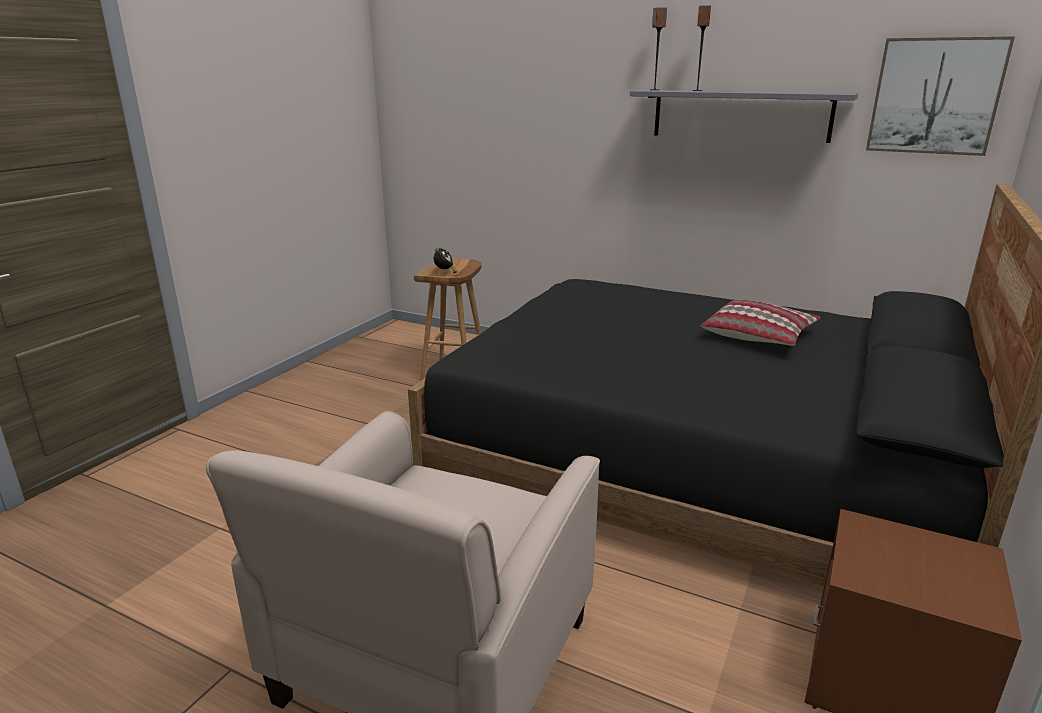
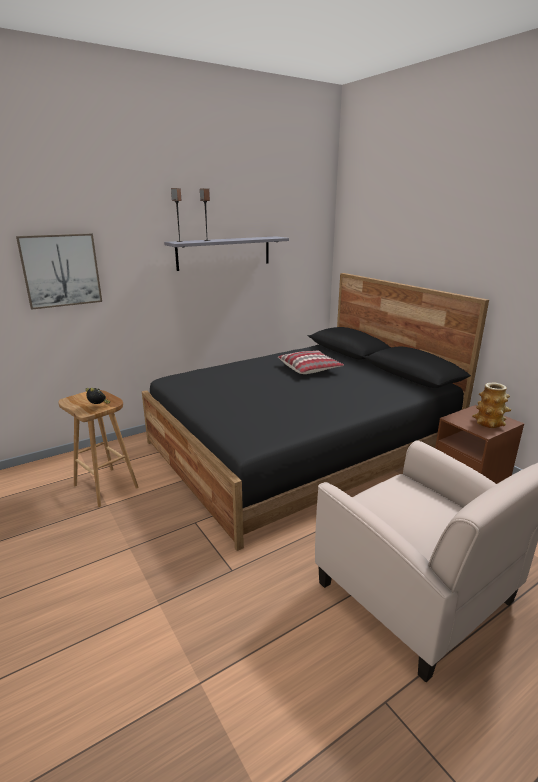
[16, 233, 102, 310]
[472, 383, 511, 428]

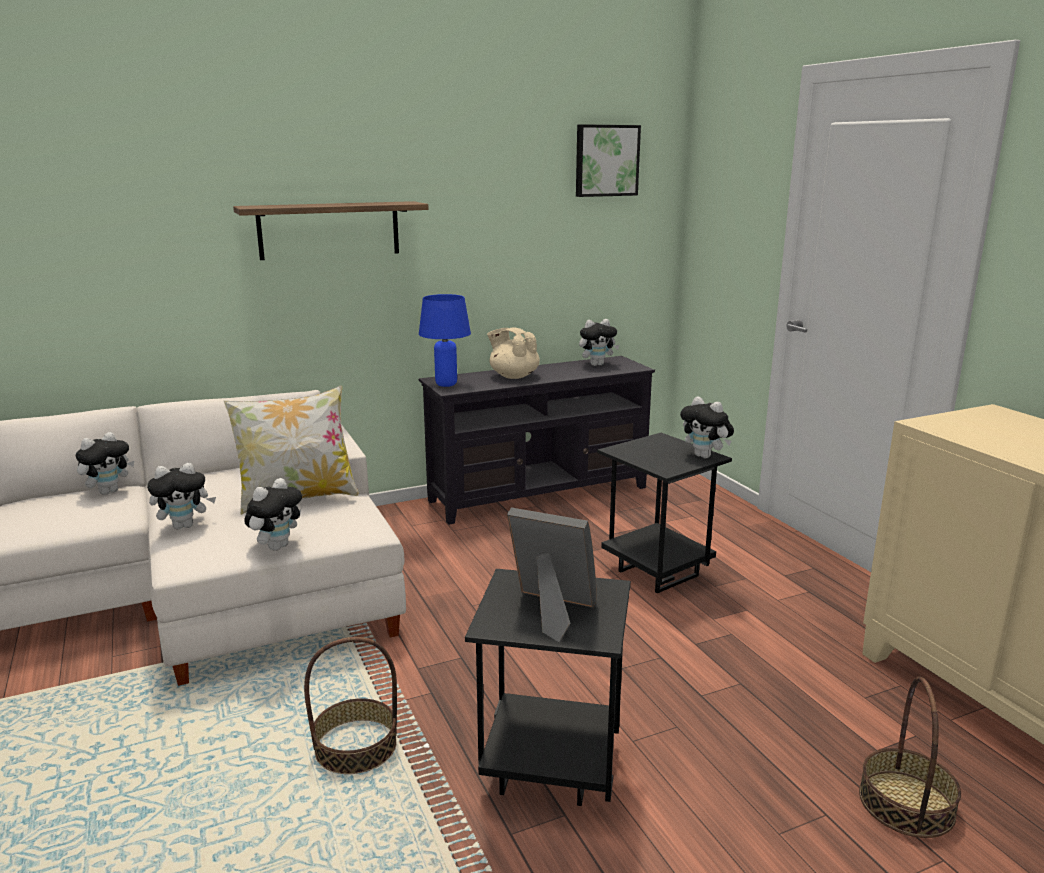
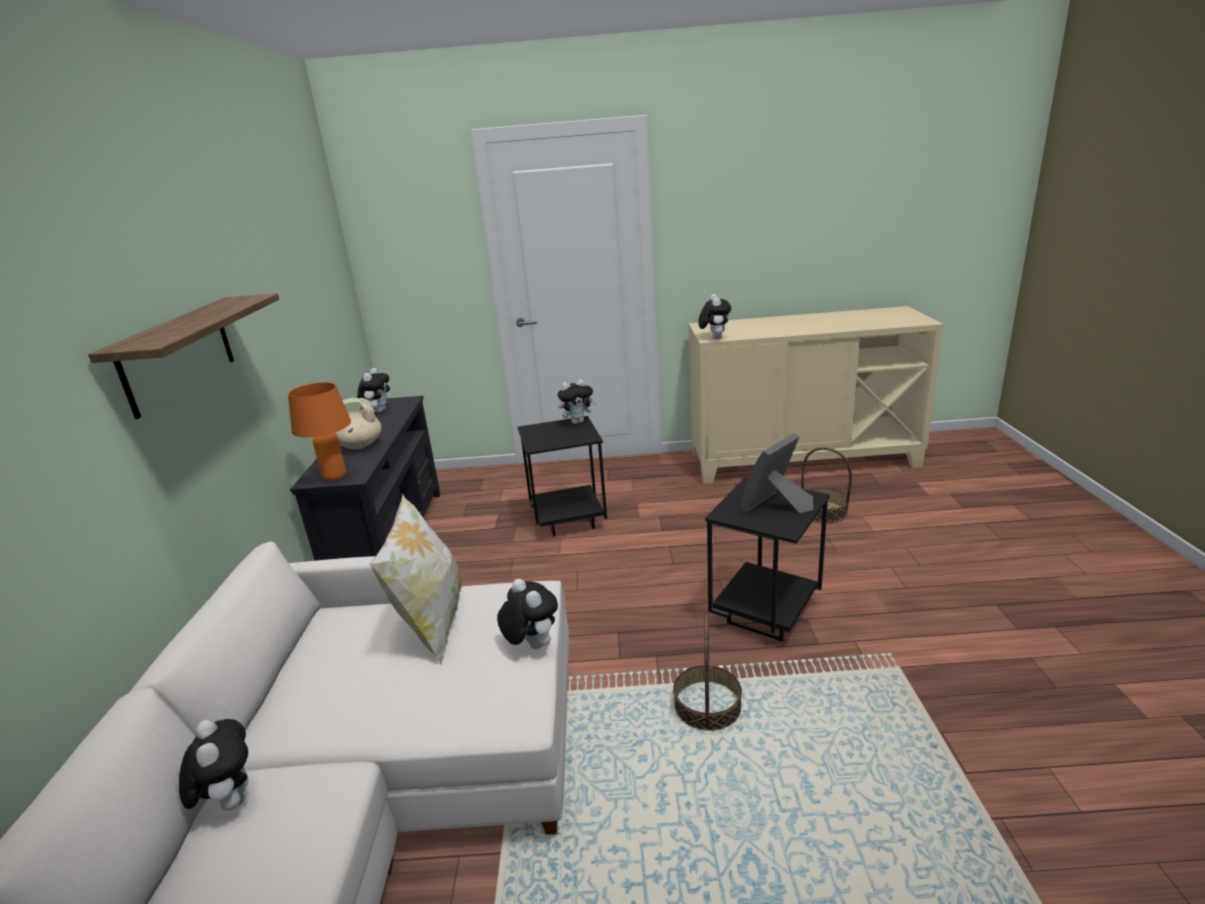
[698, 294, 731, 339]
[288, 382, 351, 481]
[576, 124, 641, 197] (first image)

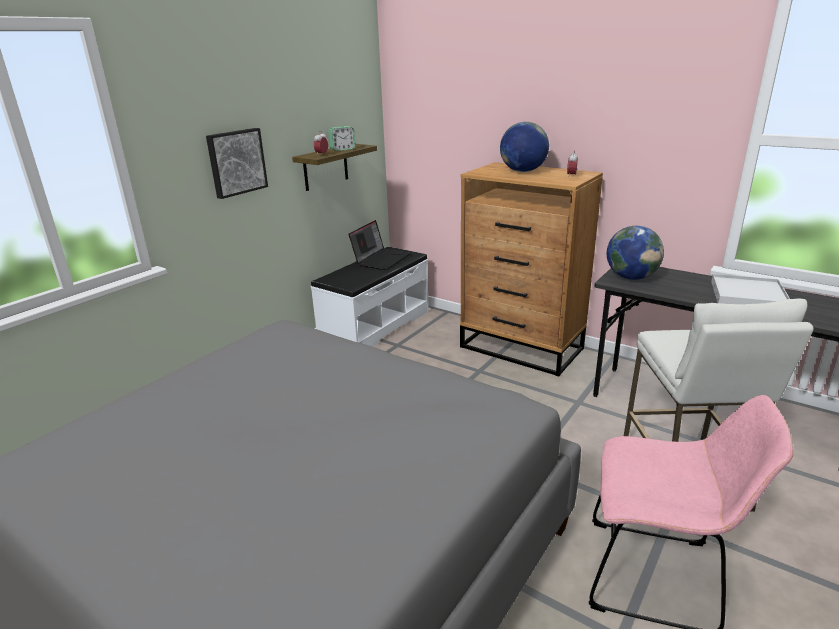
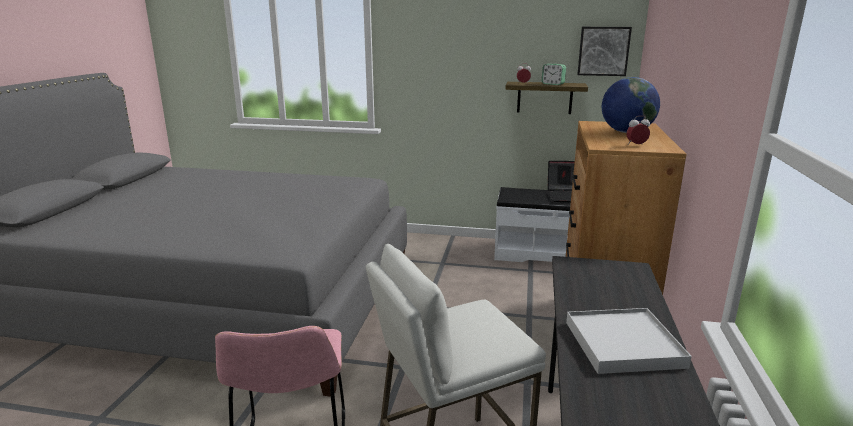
[577, 27, 632, 76]
[607, 226, 664, 280] (first image)

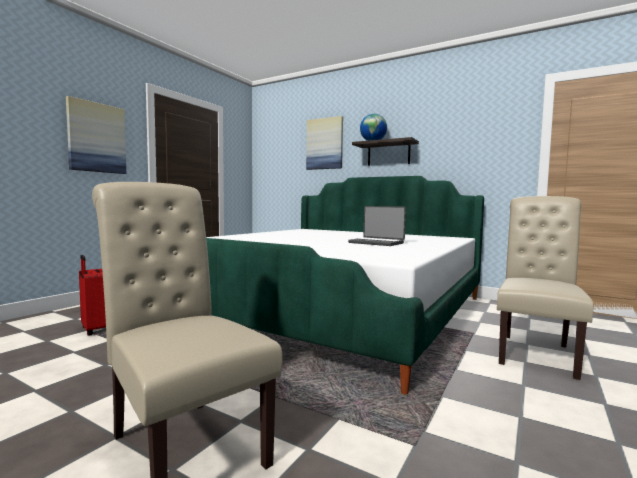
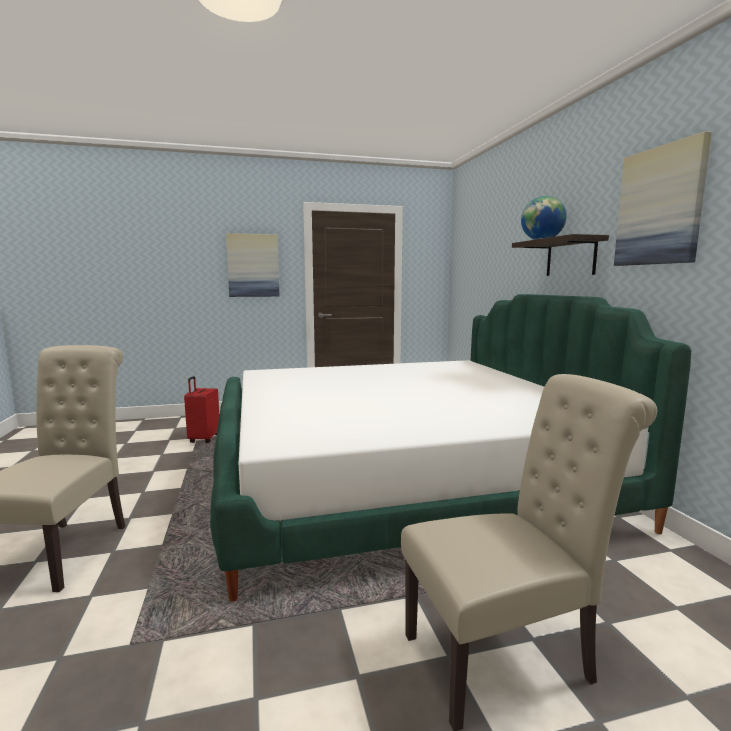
[614, 131, 712, 266]
[348, 206, 406, 246] (first image)

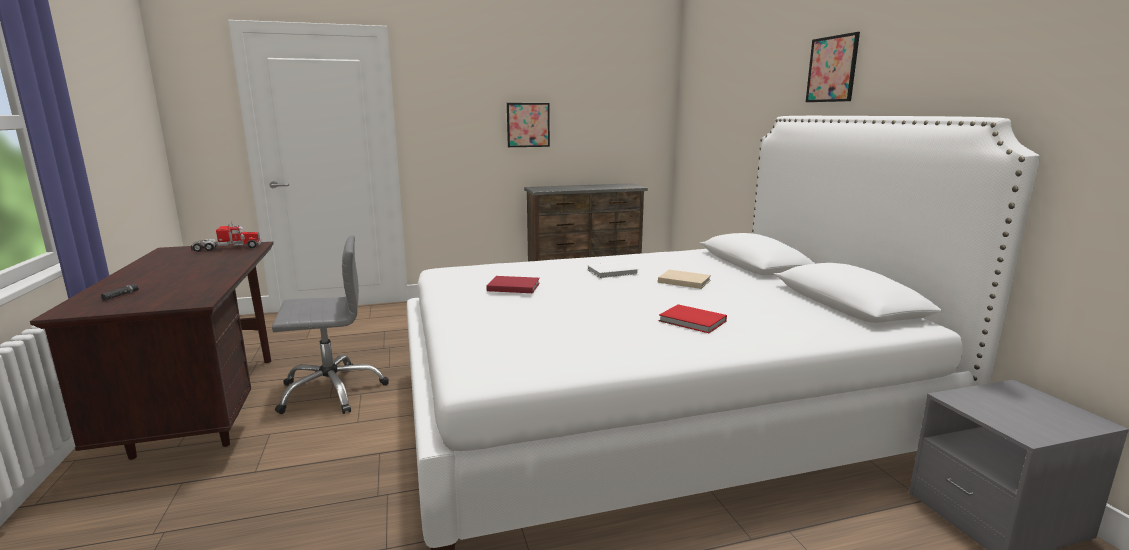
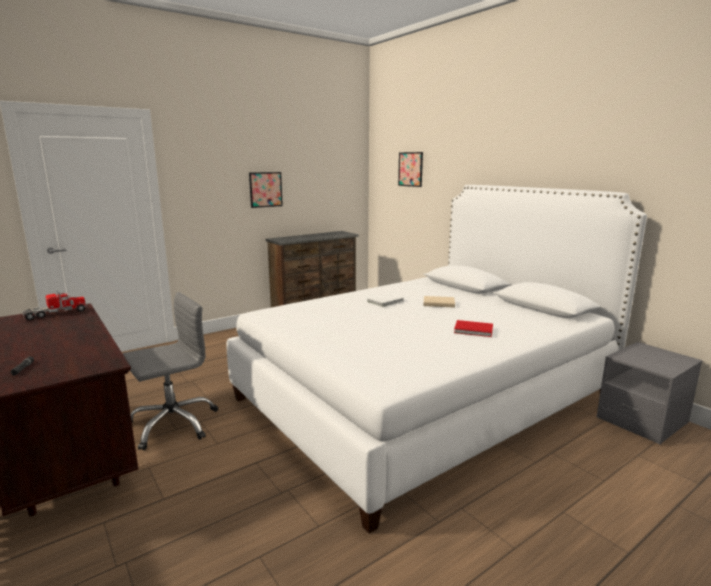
[486, 276, 540, 293] (first image)
[398, 152, 423, 187]

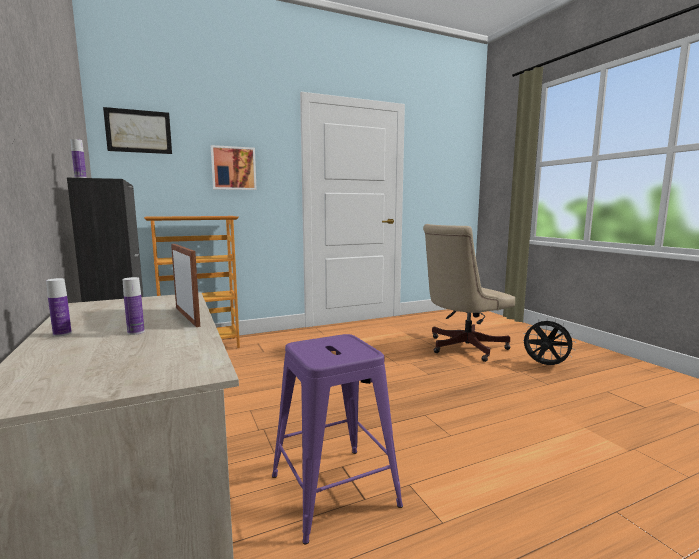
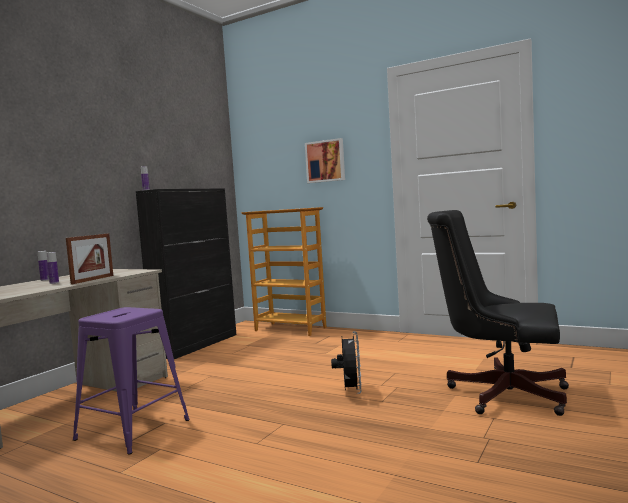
[103, 107, 172, 154] (first image)
[427, 210, 569, 416]
[331, 331, 362, 394]

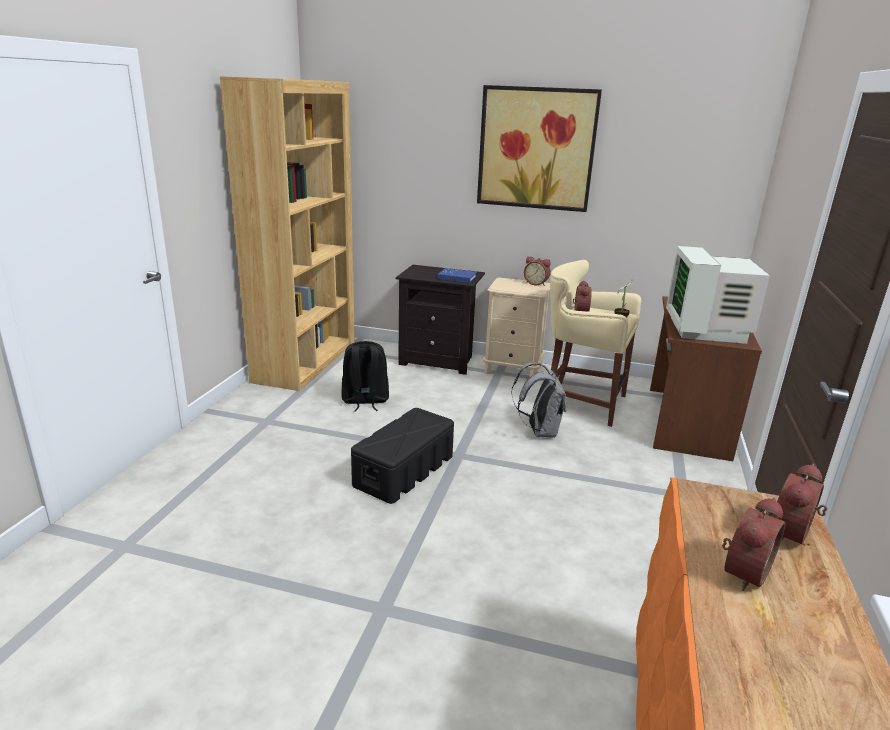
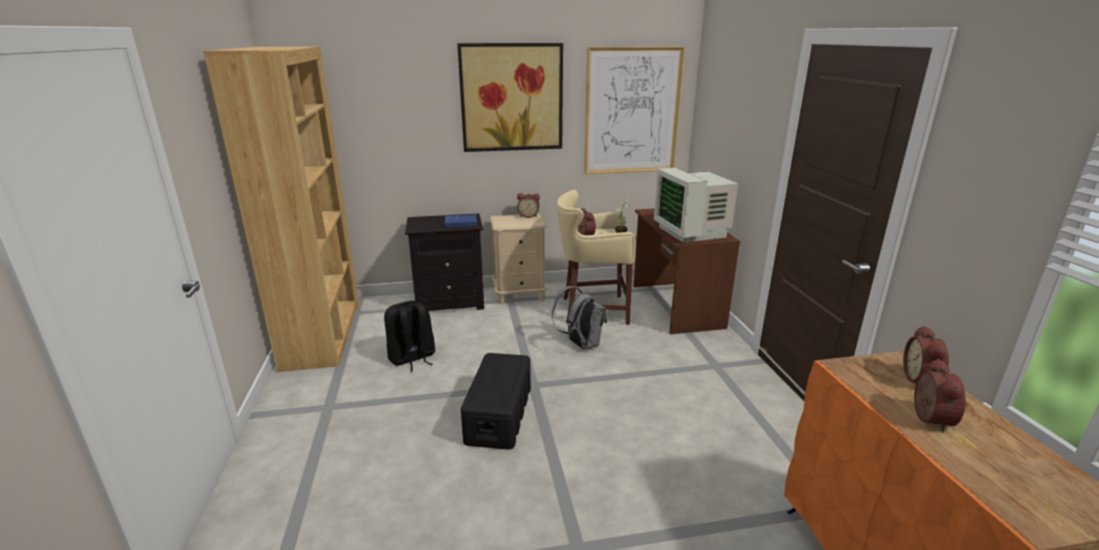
[584, 47, 685, 174]

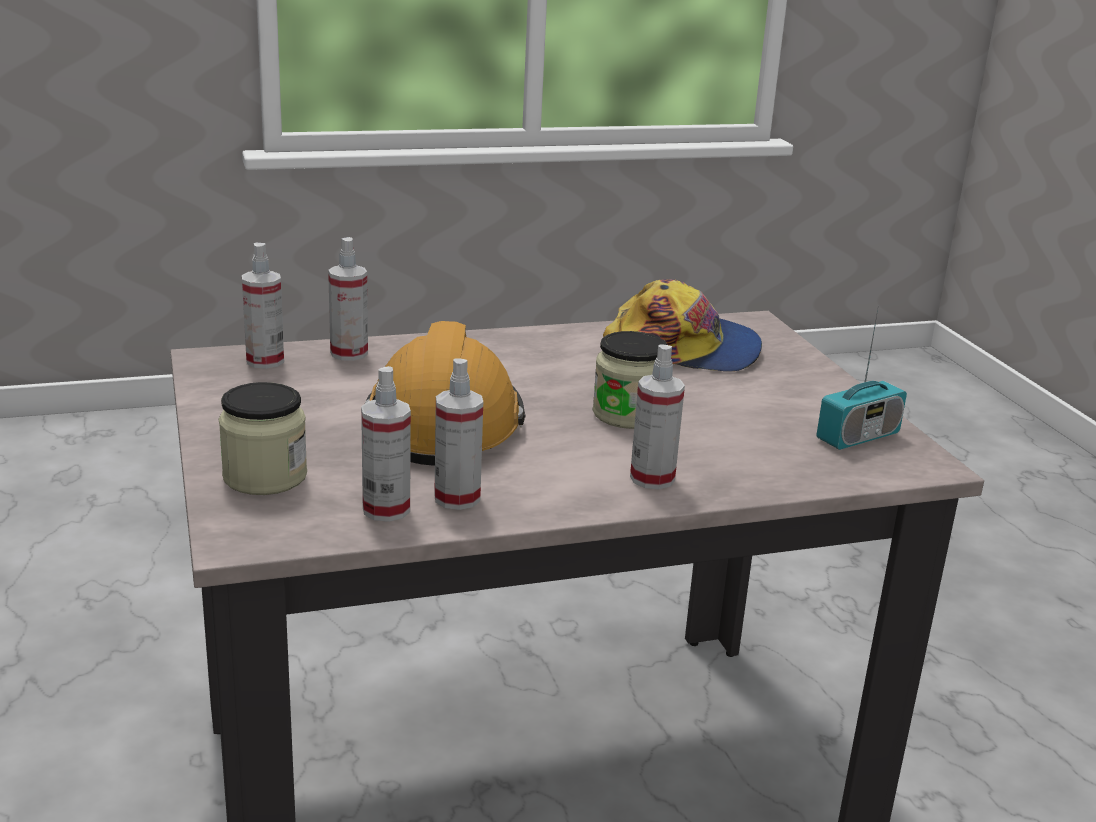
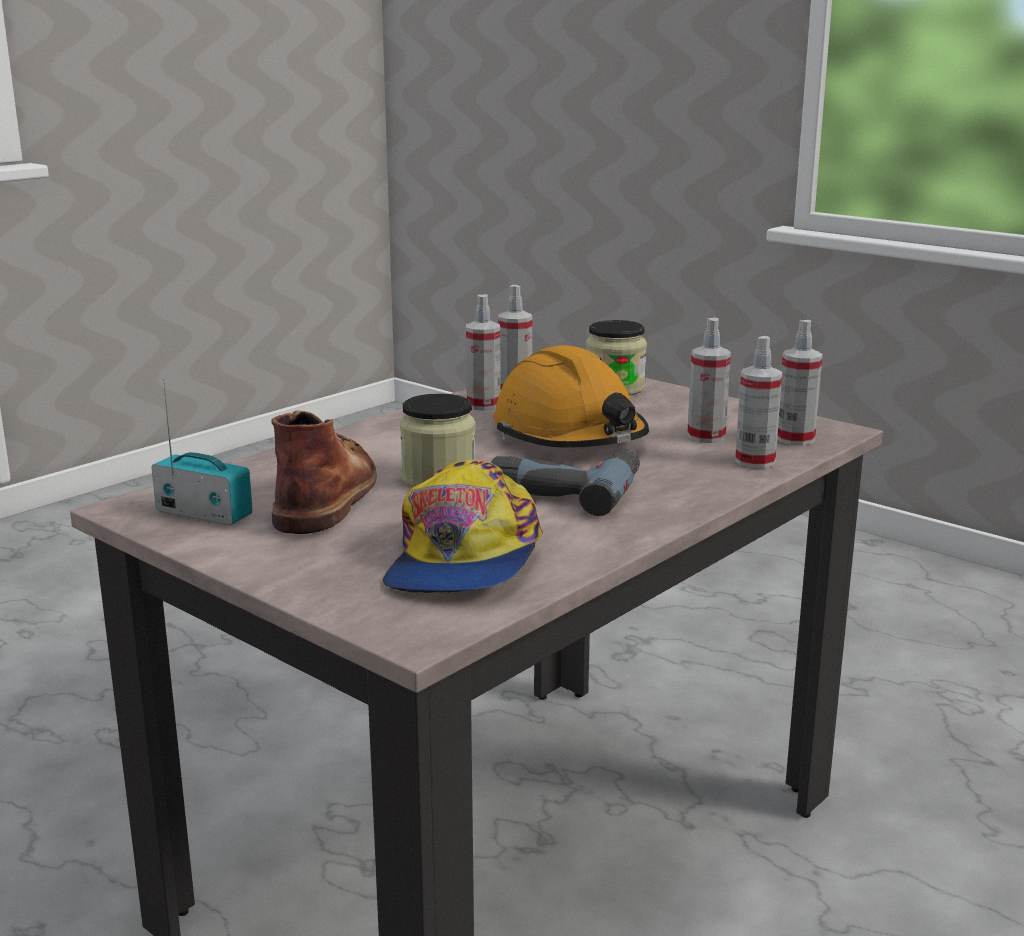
[383, 460, 543, 593]
[687, 317, 731, 443]
[152, 379, 253, 525]
[271, 410, 377, 534]
[491, 448, 640, 516]

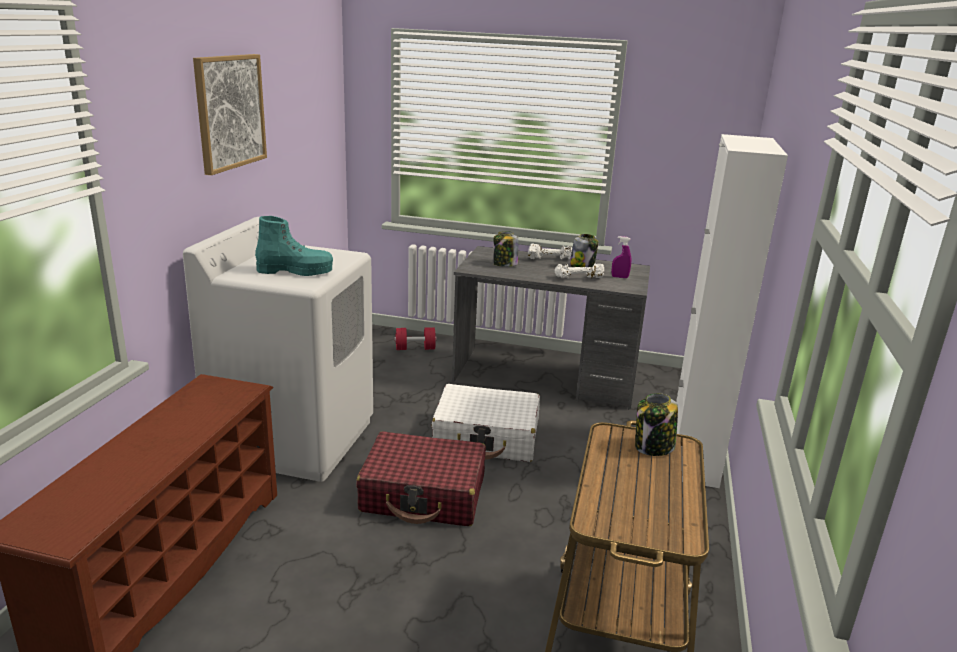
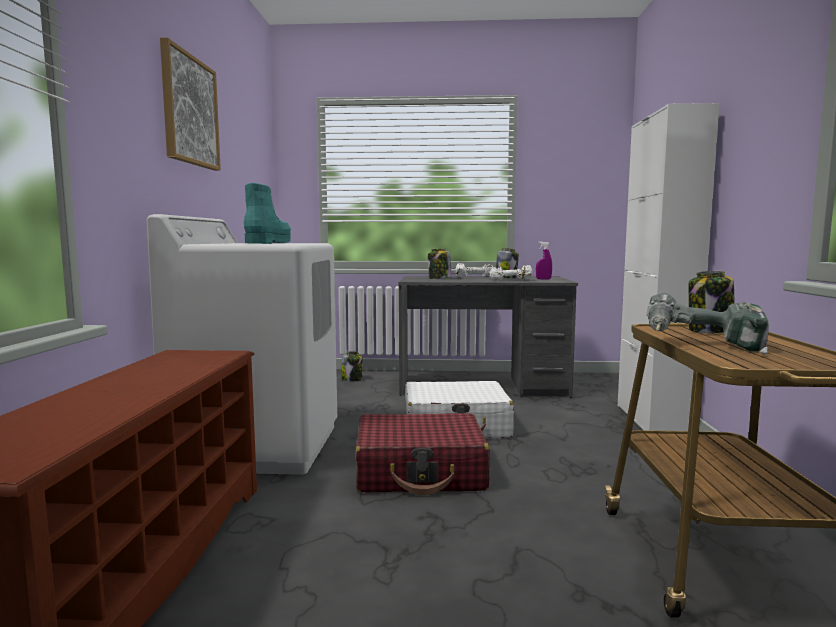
[244, 183, 291, 244]
[342, 351, 363, 381]
[647, 293, 769, 354]

